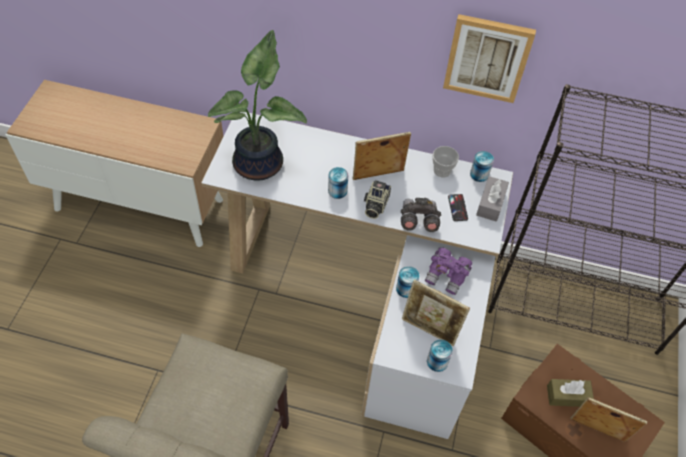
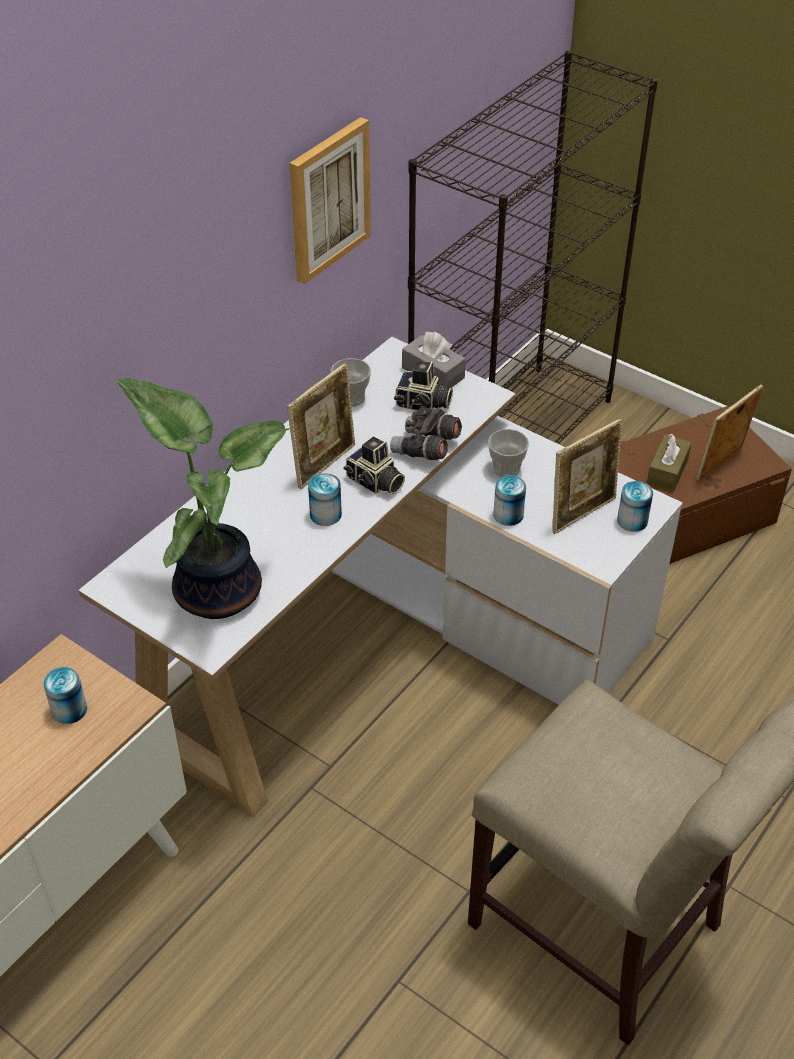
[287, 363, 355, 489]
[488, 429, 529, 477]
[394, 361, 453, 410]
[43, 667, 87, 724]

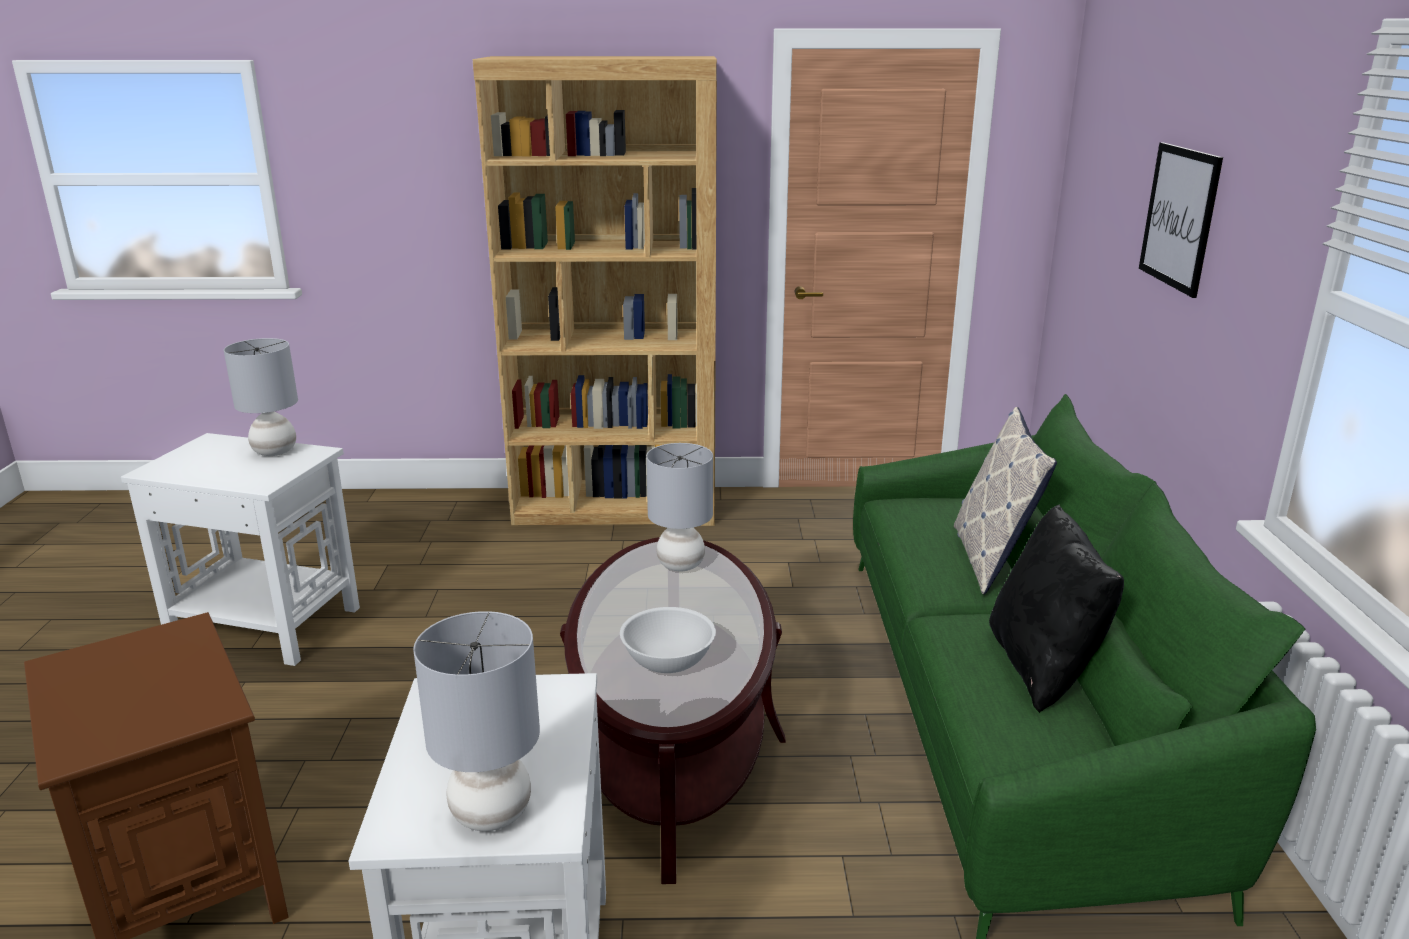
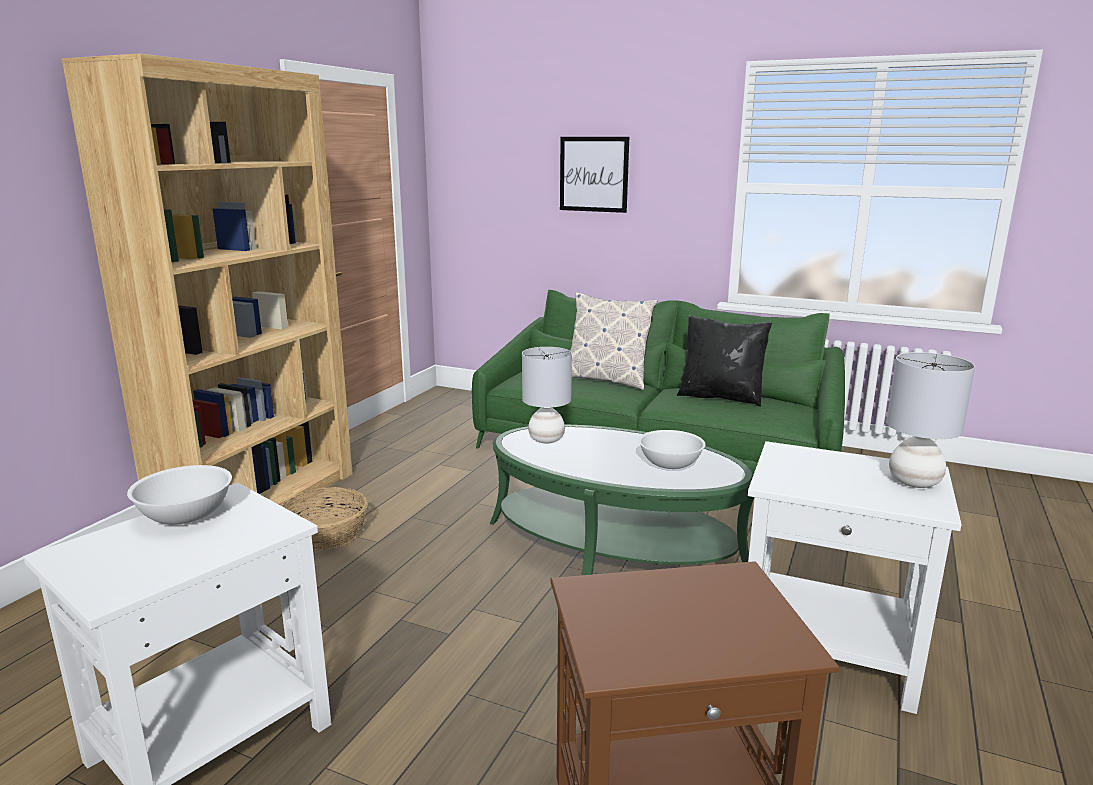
[127, 465, 232, 525]
[490, 425, 754, 575]
[280, 487, 368, 551]

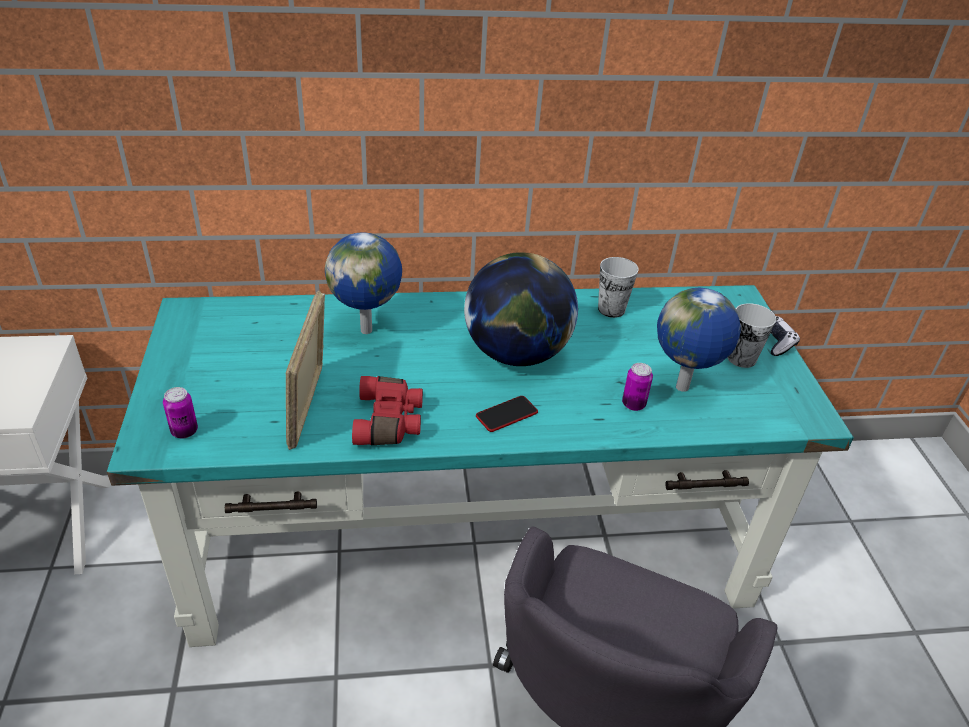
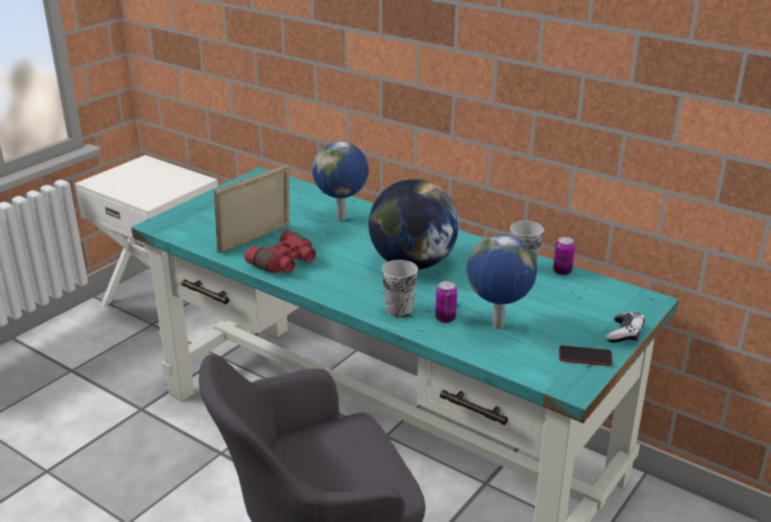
[553, 237, 575, 276]
[559, 345, 613, 366]
[382, 260, 418, 318]

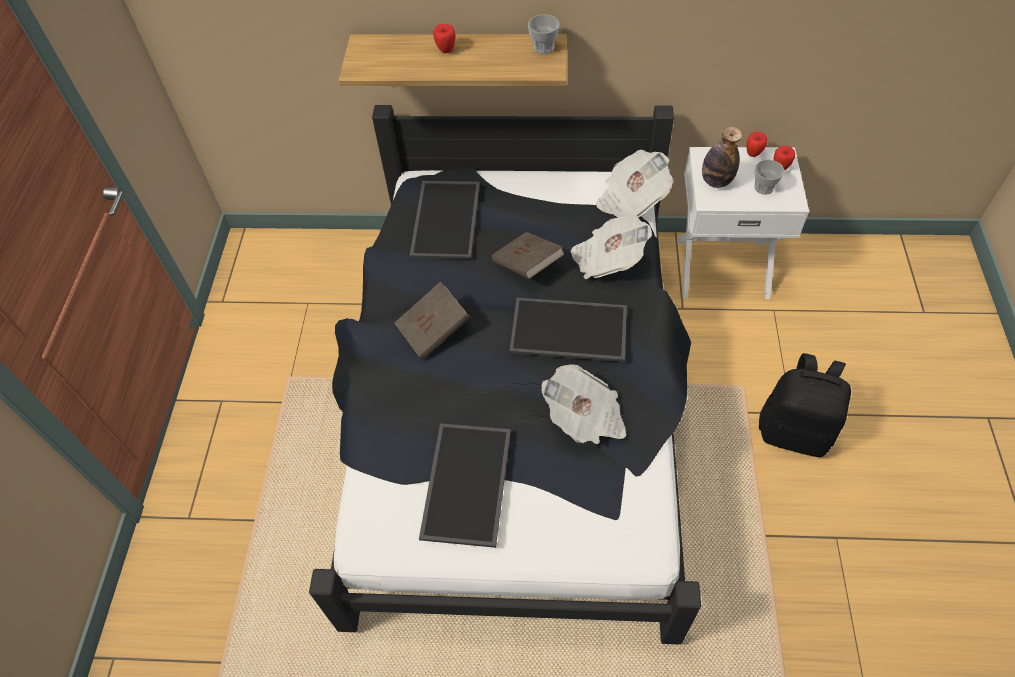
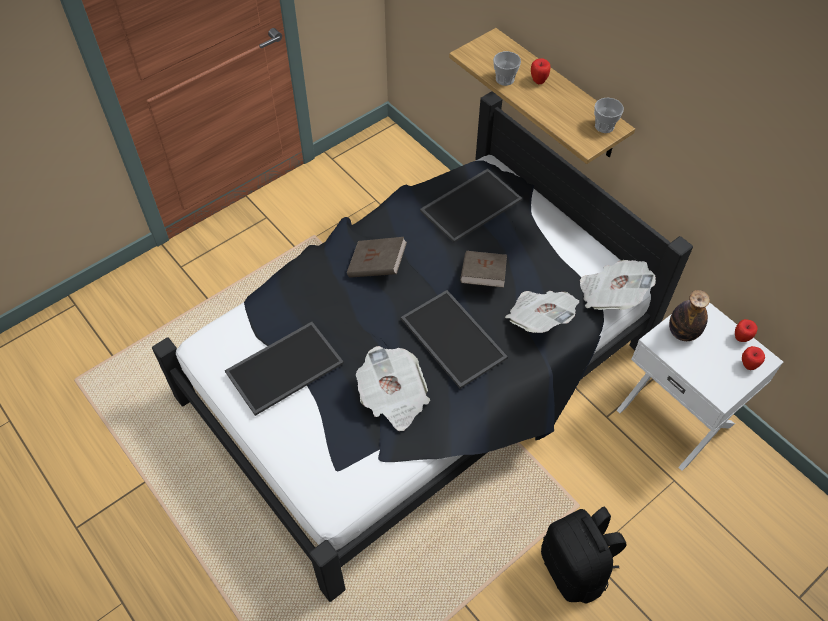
[493, 51, 521, 86]

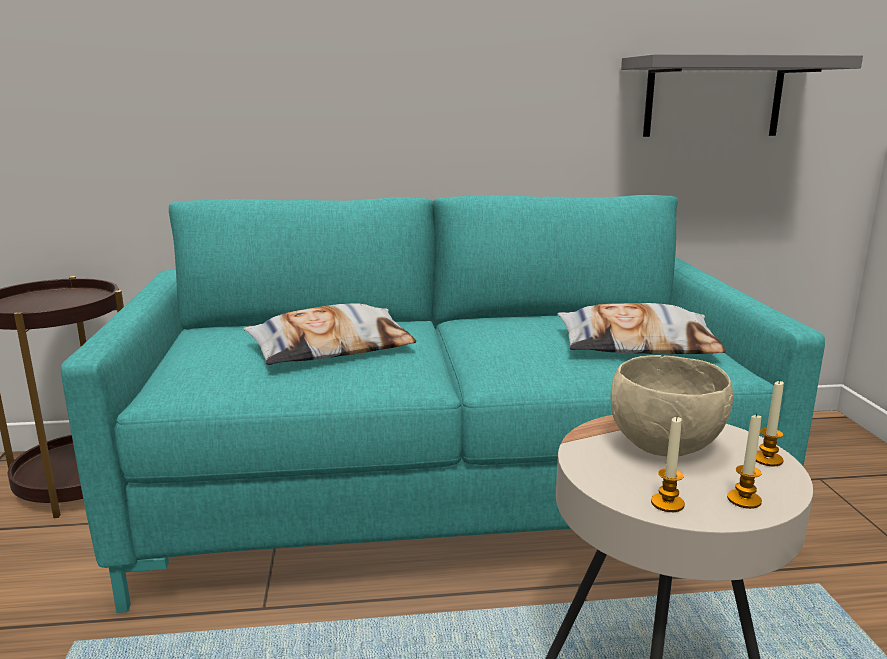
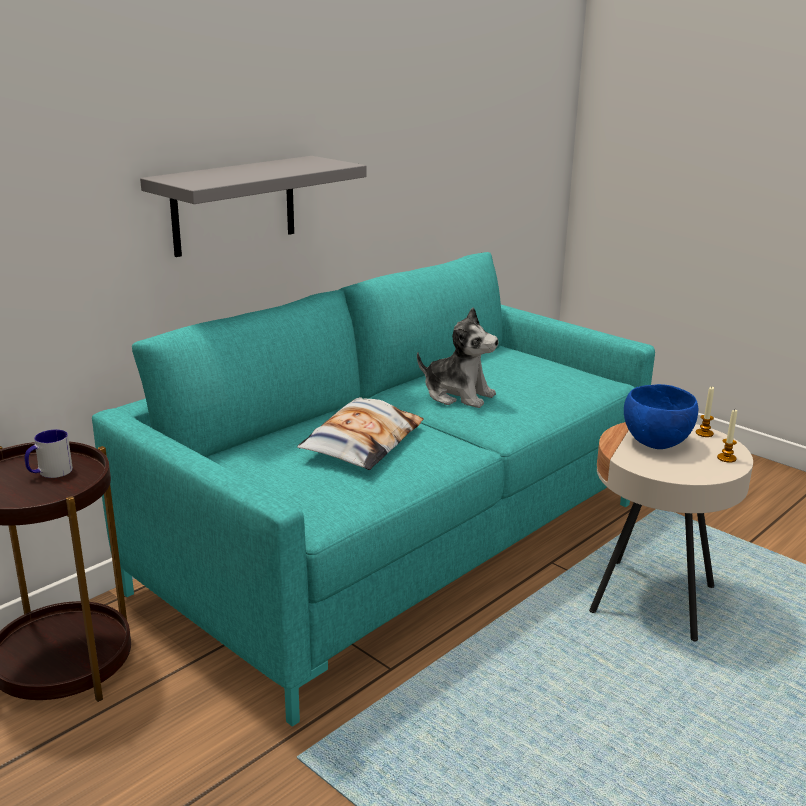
[557, 303, 726, 354] (first image)
[624, 384, 698, 449]
[140, 156, 367, 257]
[651, 417, 685, 512] (first image)
[25, 430, 73, 478]
[417, 308, 499, 408]

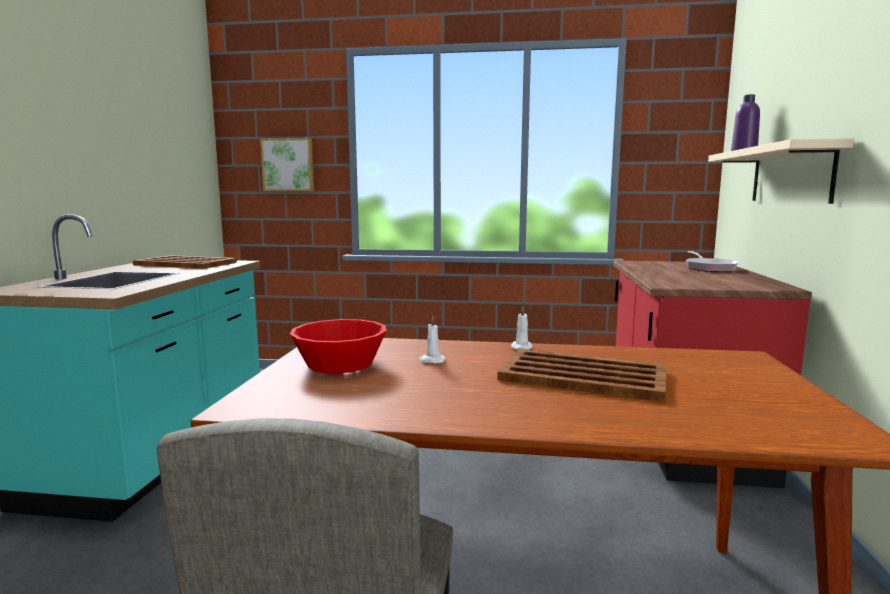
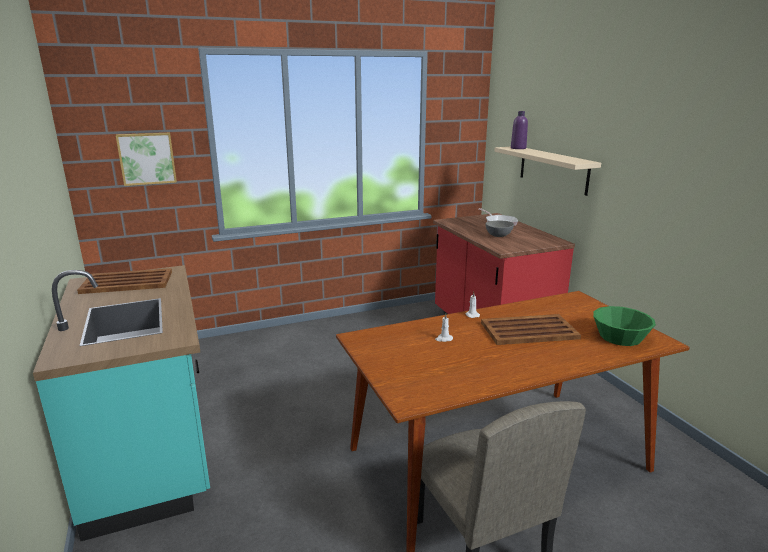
[290, 319, 387, 374] (first image)
[485, 221, 514, 237]
[593, 306, 656, 346]

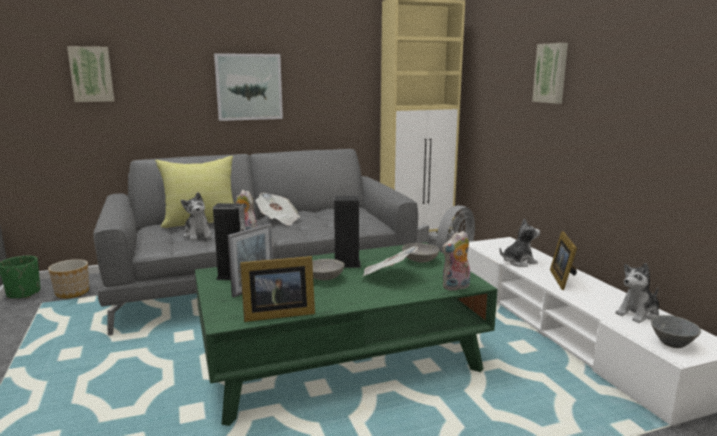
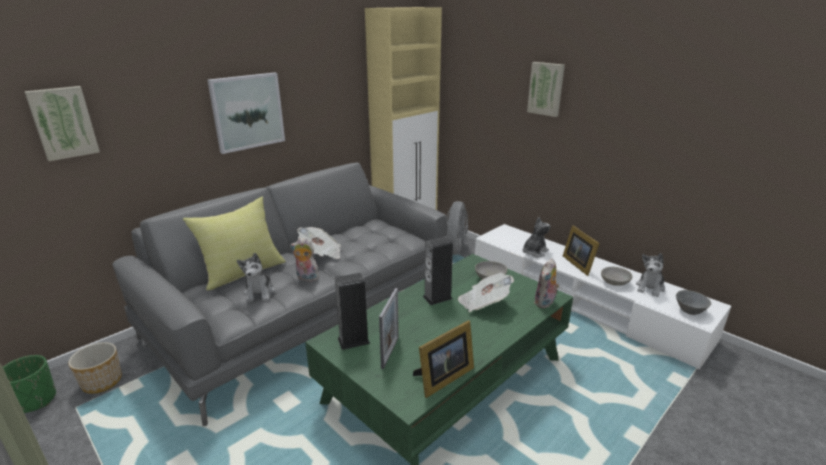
[237, 253, 275, 302]
[601, 267, 632, 286]

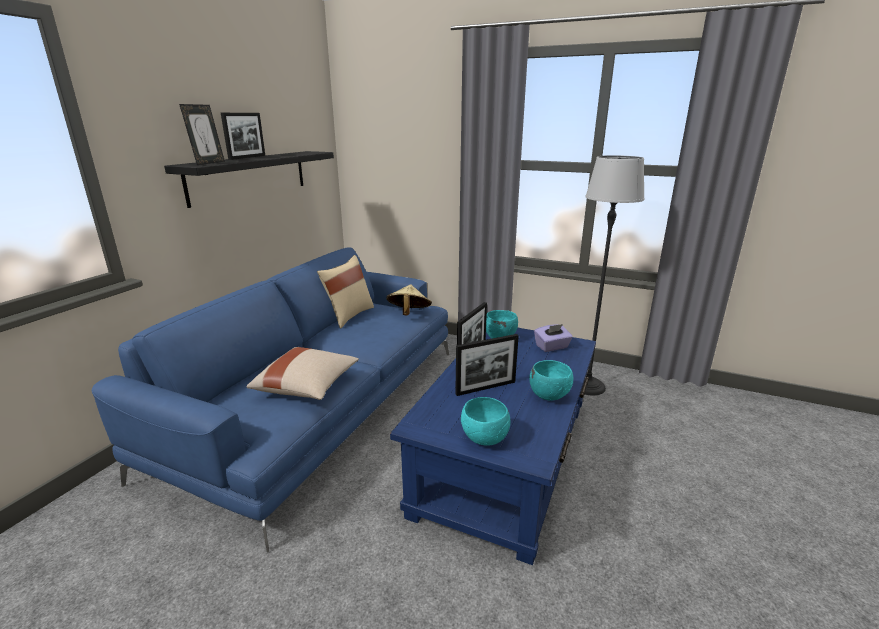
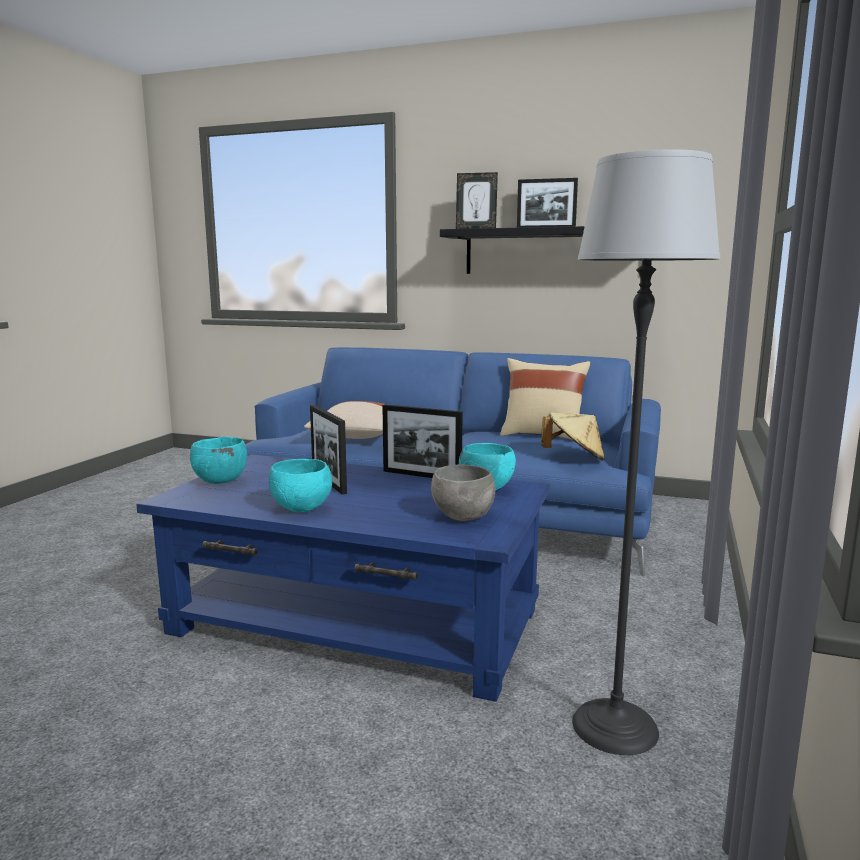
[431, 464, 495, 521]

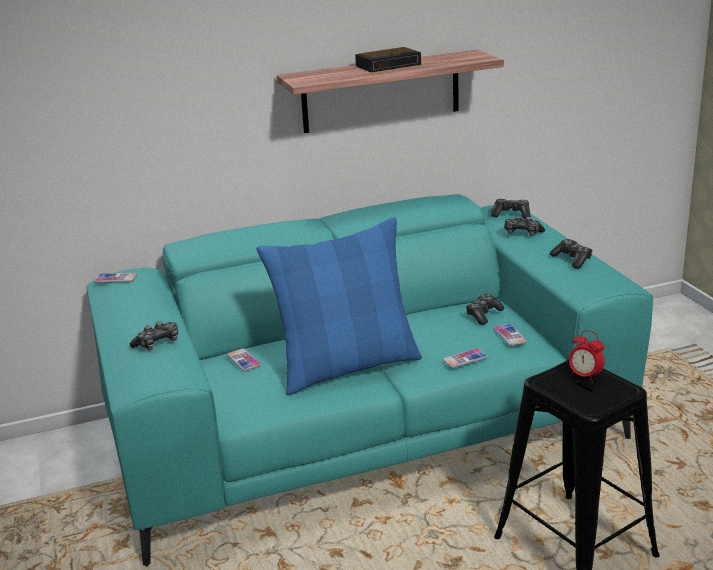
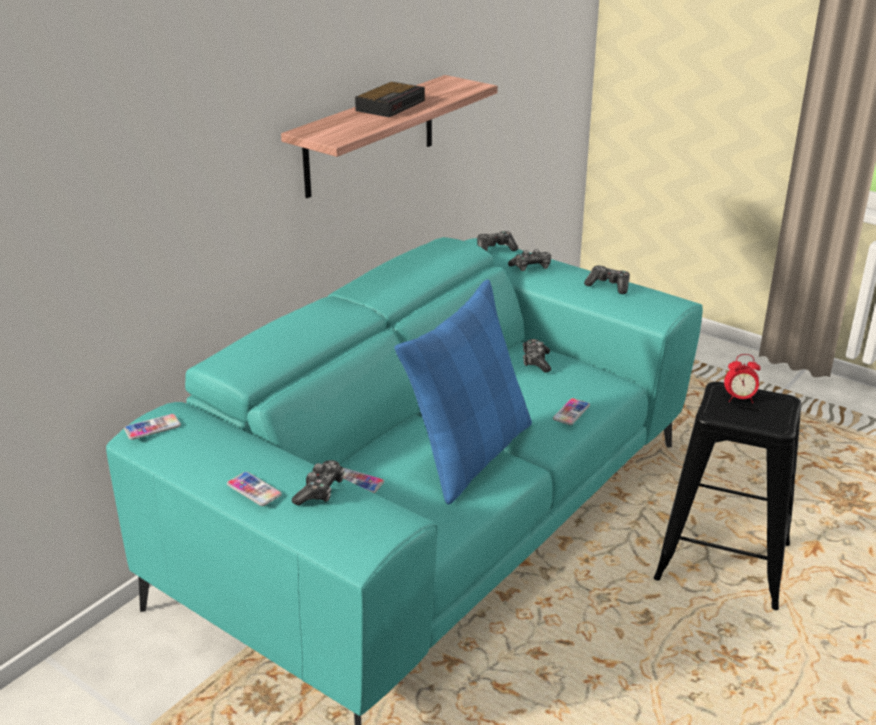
[227, 472, 282, 506]

